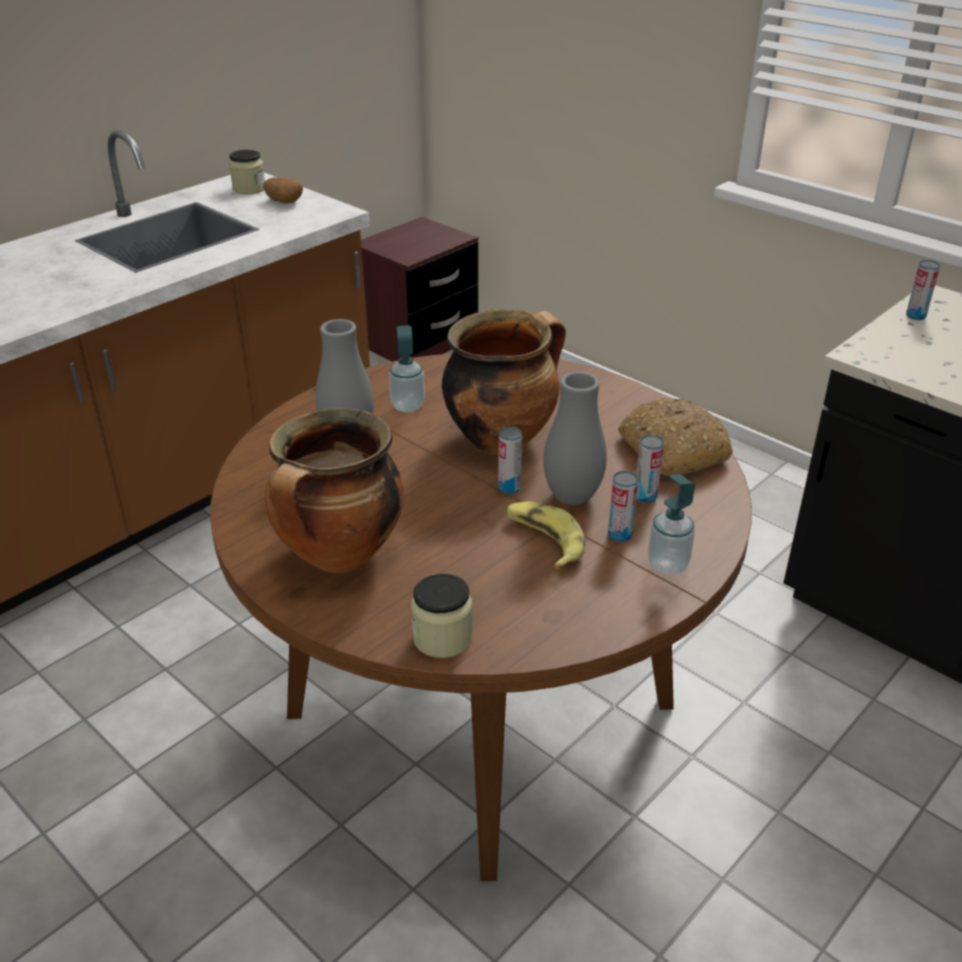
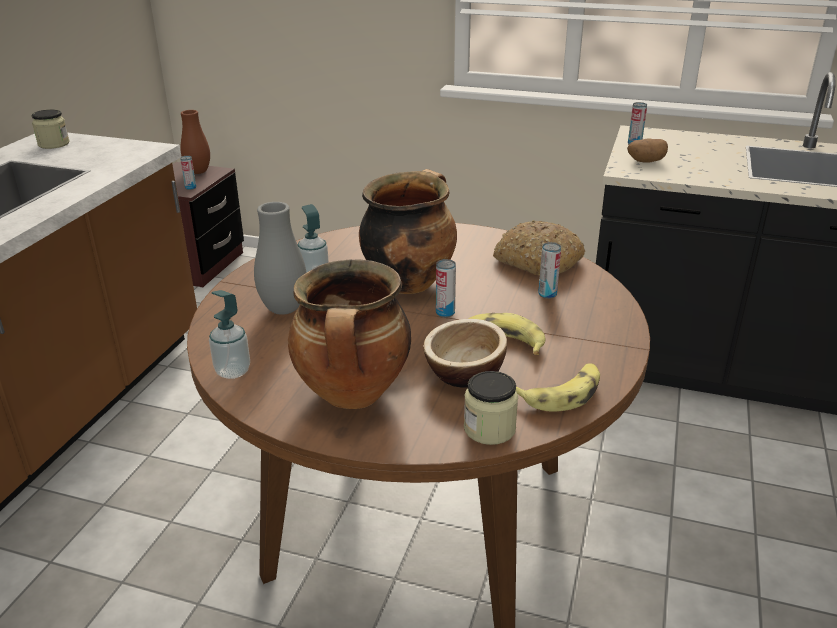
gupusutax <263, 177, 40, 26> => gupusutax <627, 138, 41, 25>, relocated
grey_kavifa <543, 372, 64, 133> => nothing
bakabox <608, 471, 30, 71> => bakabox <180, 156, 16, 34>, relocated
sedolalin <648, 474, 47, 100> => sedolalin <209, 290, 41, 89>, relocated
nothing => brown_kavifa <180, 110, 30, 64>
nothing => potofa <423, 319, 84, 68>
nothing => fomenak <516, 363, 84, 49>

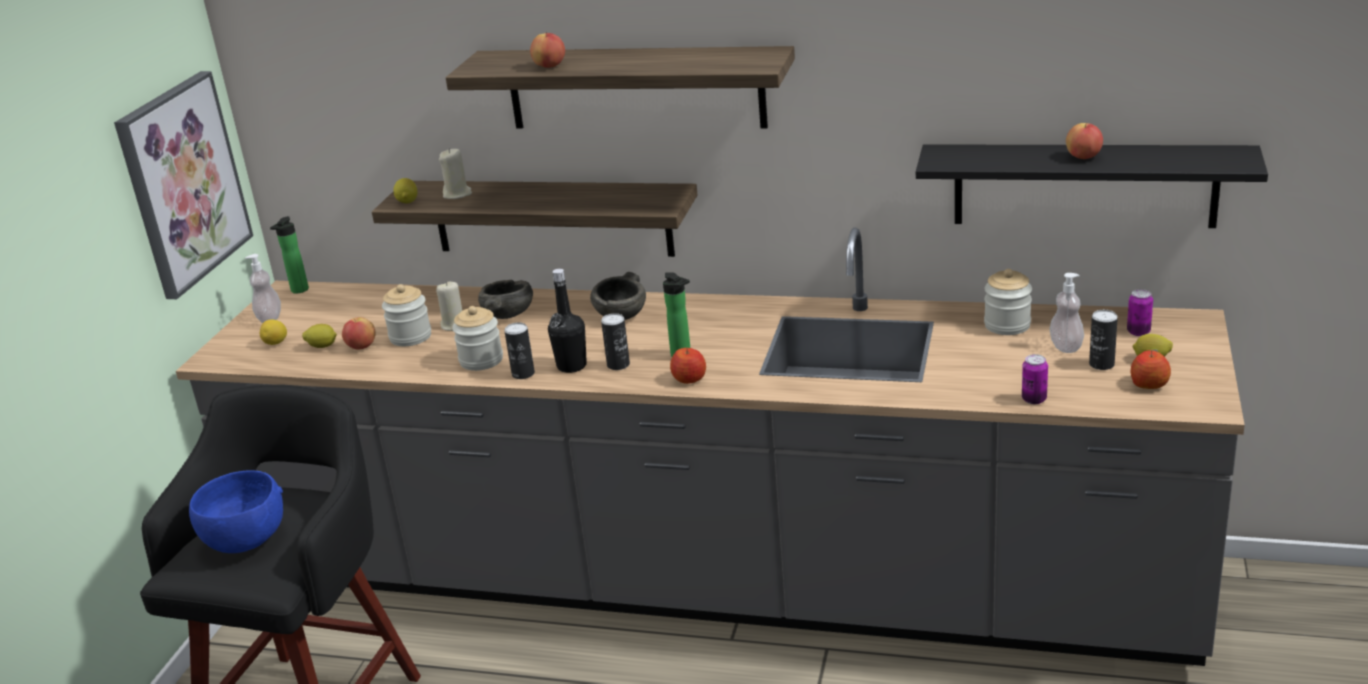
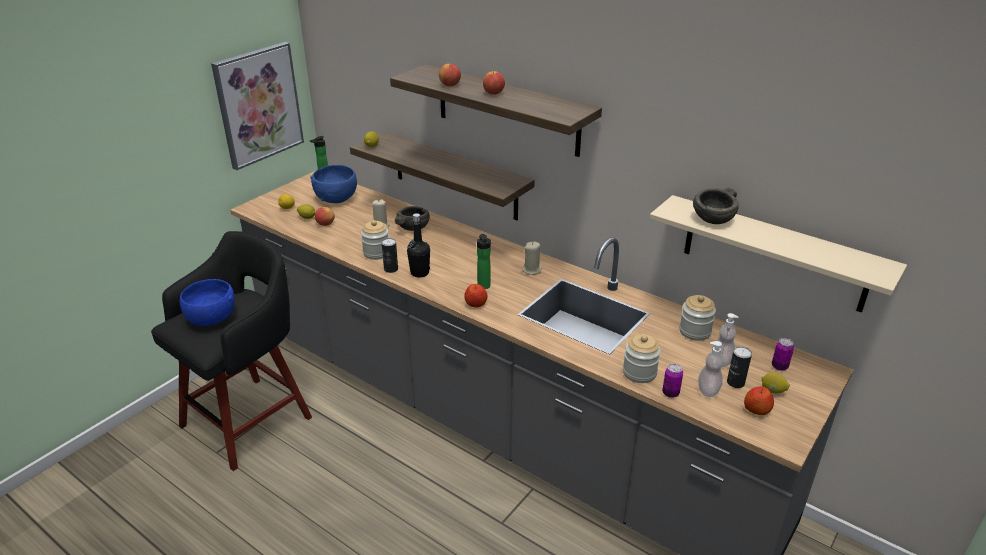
sedolalin <245, 254, 36, 69> => sedolalin <698, 341, 25, 56>, relocated
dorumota <382, 284, 49, 62> => dorumota <623, 334, 38, 49>, relocated
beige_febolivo <439, 148, 33, 51> => beige_febolivo <522, 242, 20, 33>, relocated
grey_potofa <590, 272, 56, 48> => grey_potofa <693, 187, 46, 37>, relocated
bakabox <601, 313, 29, 57> => nothing
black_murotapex <916, 144, 352, 84> => beige_murotapex <649, 195, 258, 118>
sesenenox <1066, 123, 37, 36> => sesenenox <483, 71, 22, 24>, relocated
nothing => blue_potofa <310, 165, 47, 38>

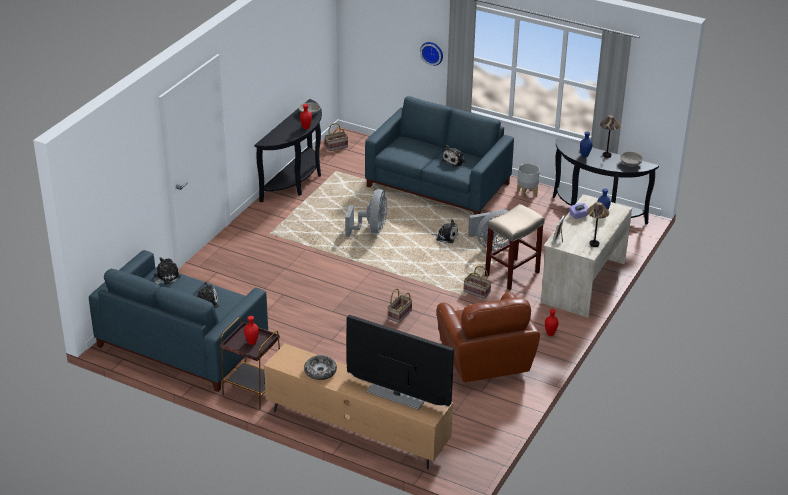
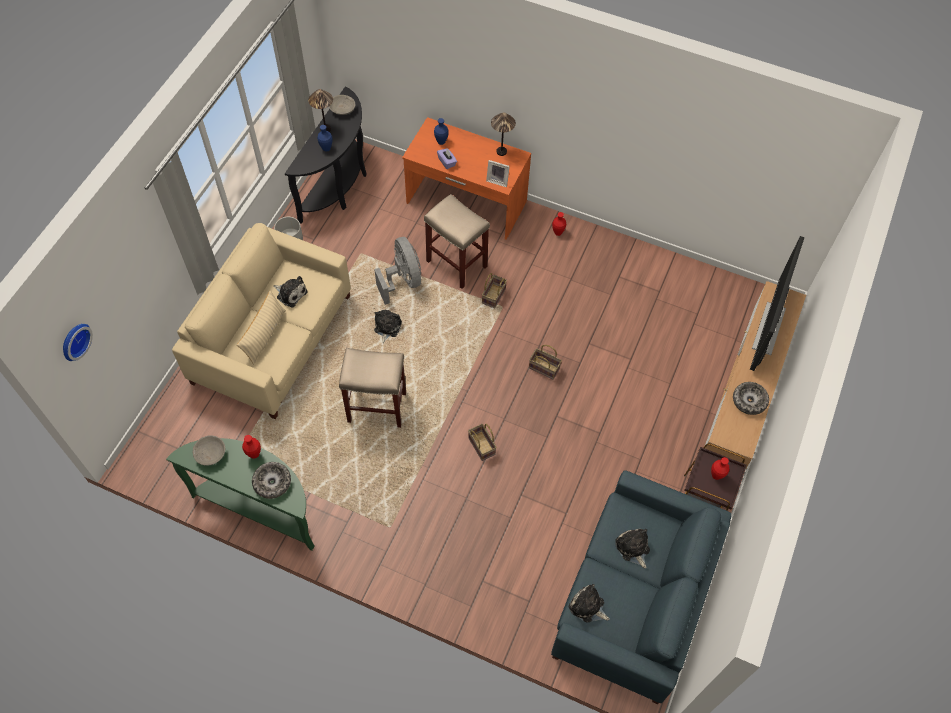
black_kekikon <254, 99, 68, 103> => green_kekikon <166, 438, 148, 113>
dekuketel <324, 123, 24, 28> => dekuketel <468, 424, 29, 37>, relocated
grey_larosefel <345, 189, 42, 48> => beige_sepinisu <339, 348, 67, 80>
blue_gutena <365, 96, 149, 119> => beige_gutena <172, 223, 179, 196>
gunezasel <420, 42, 23, 24> => gunezasel <63, 324, 30, 37>, relocated
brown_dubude <437, 292, 103, 90> => nothing
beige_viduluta <541, 194, 91, 124> => orange_viduluta <402, 117, 129, 123>
nothing => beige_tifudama <237, 290, 49, 75>
nothing => potofa <252, 462, 39, 37>

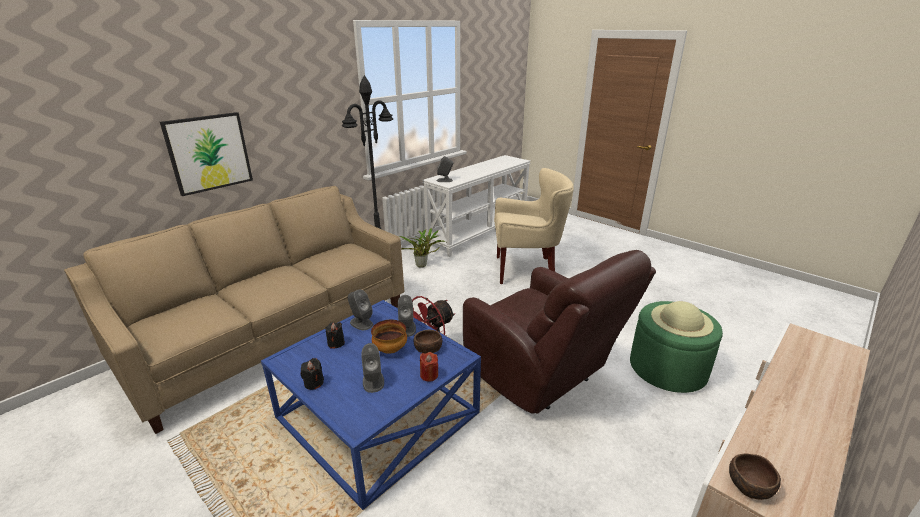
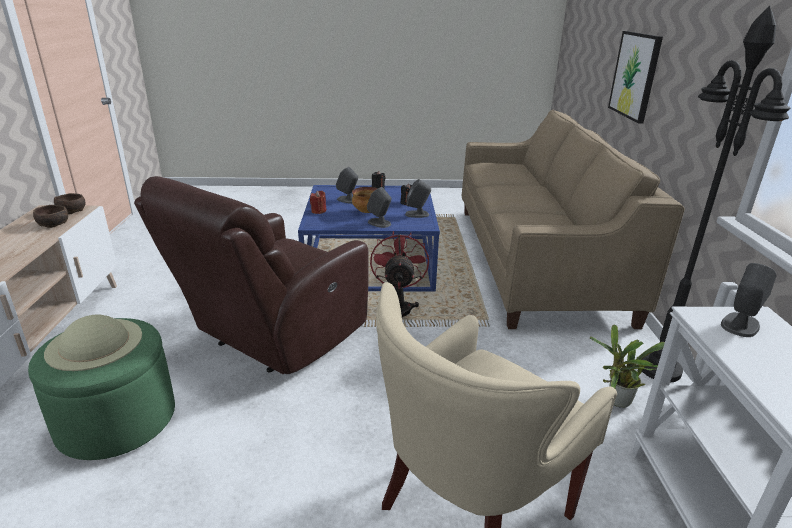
brown_potofa <413, 330, 29, 24> => brown_potofa <33, 205, 35, 23>, relocated
brown_dubude <463, 250, 193, 164> => brown_dubude <134, 176, 235, 198>, 60 degrees counterclockwise

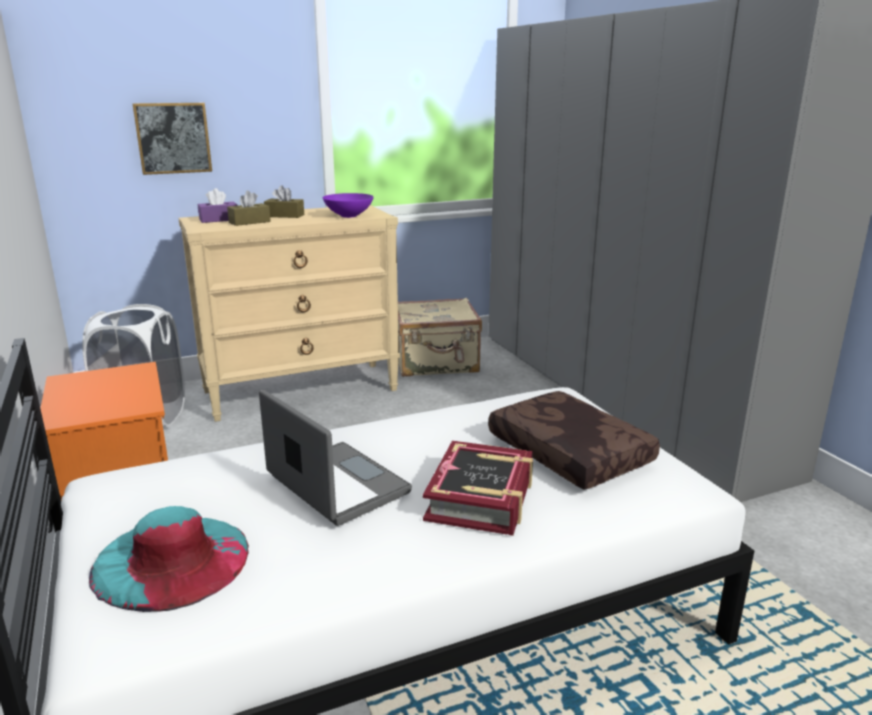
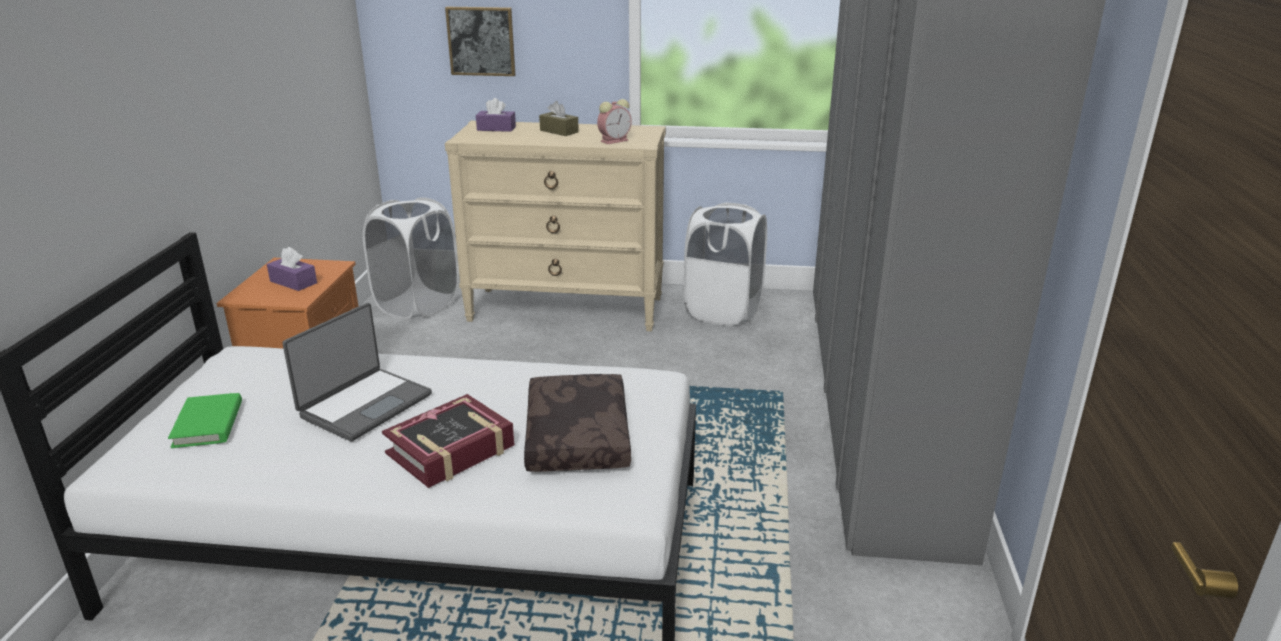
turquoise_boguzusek <89, 506, 160, 106> => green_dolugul <168, 393, 74, 55>
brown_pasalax <227, 191, 44, 35> => nothing
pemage <259, 390, 153, 136> => pemage <282, 303, 150, 139>, 45 degrees clockwise
purple_potofa <323, 193, 51, 25> => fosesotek <597, 99, 35, 45>
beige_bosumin <398, 298, 84, 79> => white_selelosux <684, 202, 83, 124>
nothing => purple_pasalax <267, 247, 50, 44>

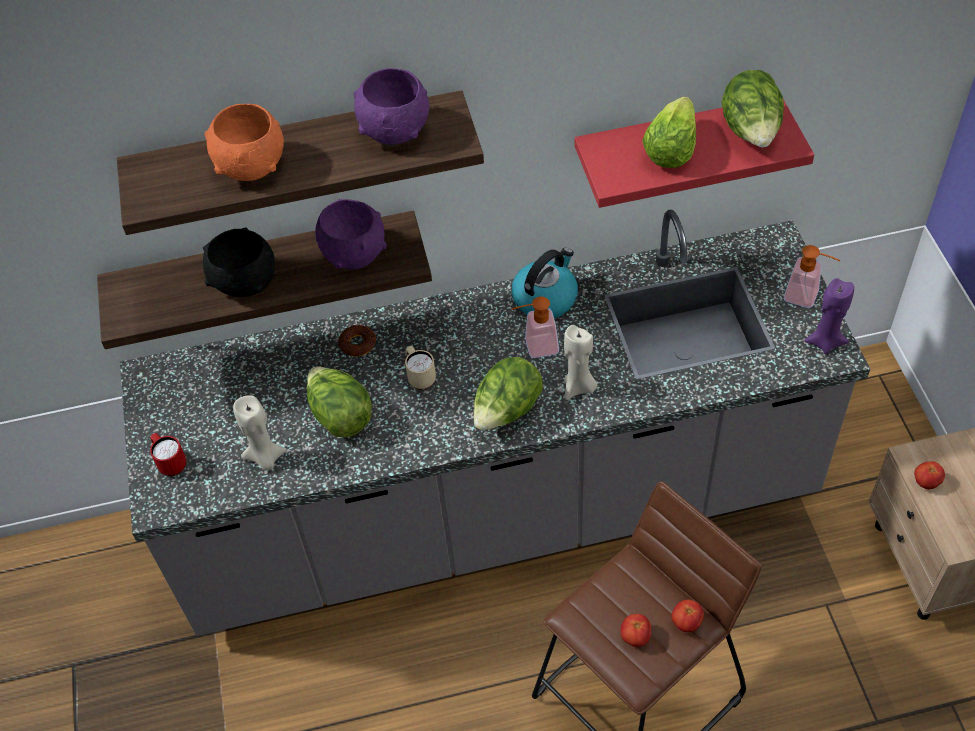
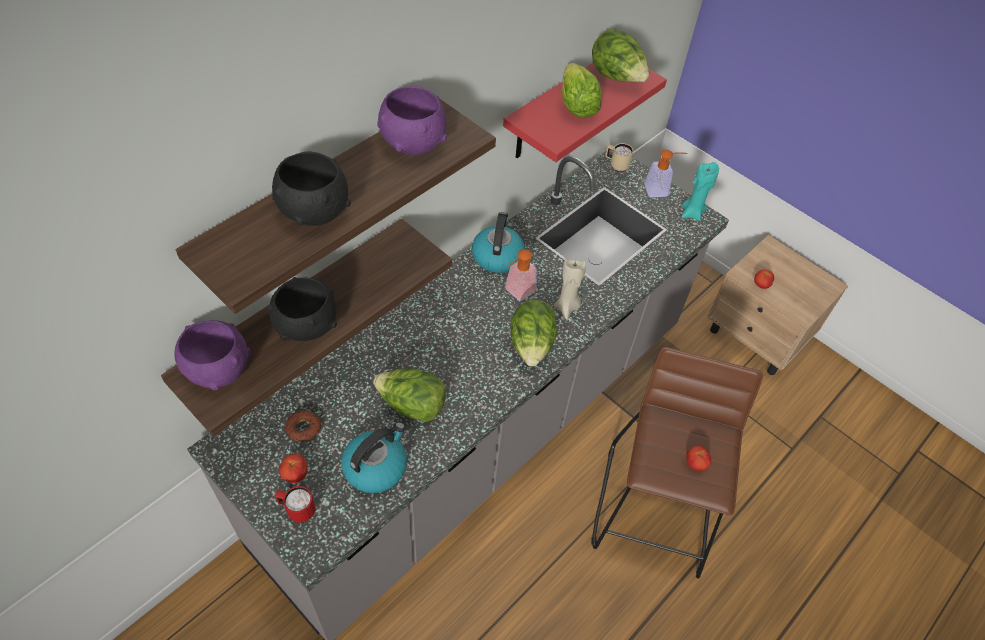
orange_potofa <205, 104, 79, 77> => black_potofa <272, 151, 79, 75>
beige_febolivo <233, 395, 54, 75> => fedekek <341, 422, 66, 71>
purple_potofa <315, 199, 72, 70> => purple_potofa <175, 320, 76, 70>, relocated
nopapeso <338, 325, 38, 31> => nopapeso <285, 410, 36, 32>, relocated
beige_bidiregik <405, 346, 31, 44> => beige_bidiregik <605, 143, 29, 29>, relocated
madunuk <671, 599, 33, 33> => madunuk <279, 454, 28, 29>, relocated
purple_febolivo <804, 278, 50, 76> => turquoise_febolivo <681, 162, 38, 59>

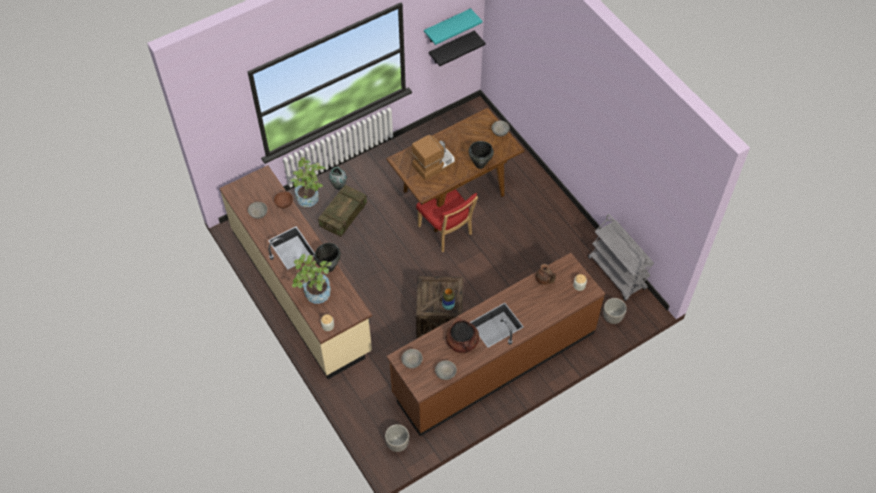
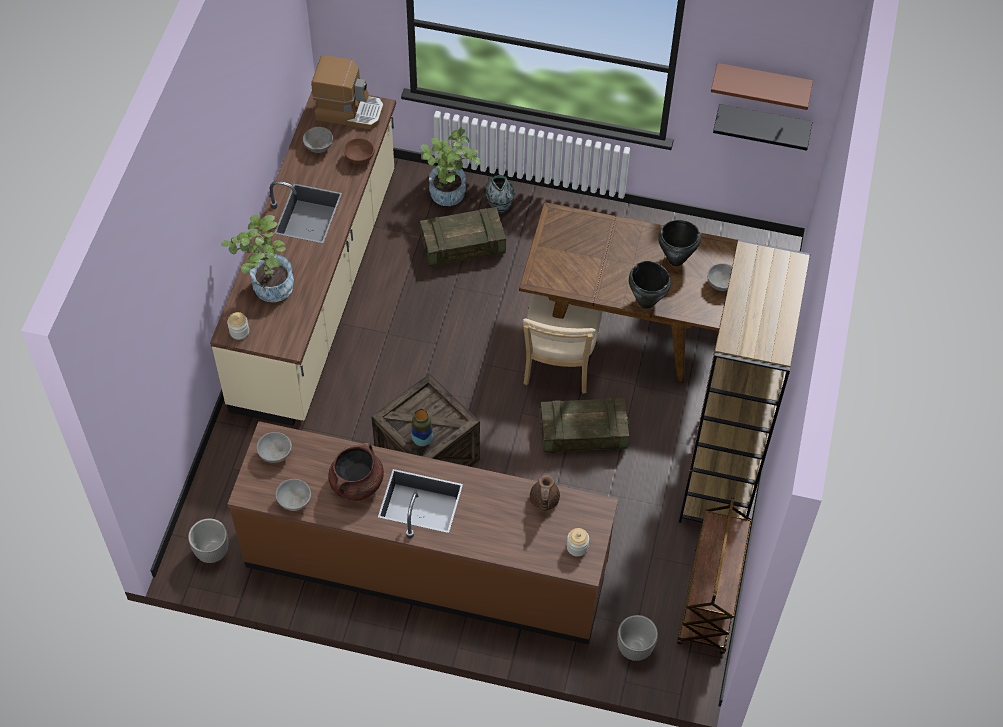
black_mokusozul <314, 243, 27, 29> => black_mokusozul <658, 220, 43, 46>, relocated
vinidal <412, 135, 43, 45> => vinidal <311, 55, 73, 75>, relocated
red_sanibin <416, 189, 62, 63> => beige_sanibin <523, 293, 80, 101>
turquoise_murotapex <424, 8, 59, 37> => brown_murotapex <711, 63, 102, 47>
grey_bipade <588, 214, 66, 87> => brown_bipade <677, 498, 74, 156>
nothing => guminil <540, 398, 89, 55>
nothing => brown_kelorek <679, 239, 131, 284>

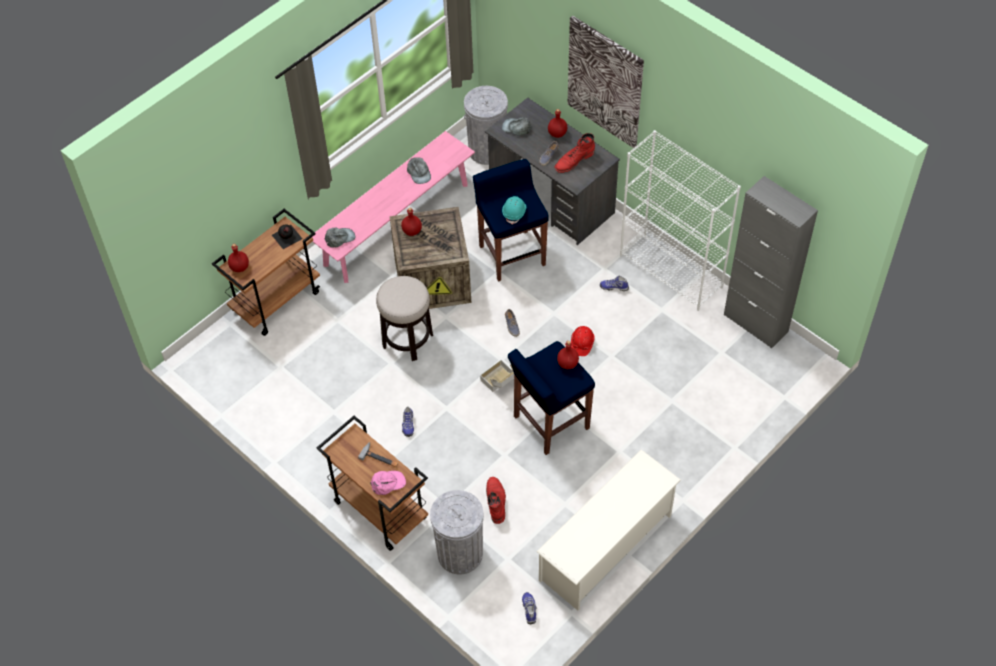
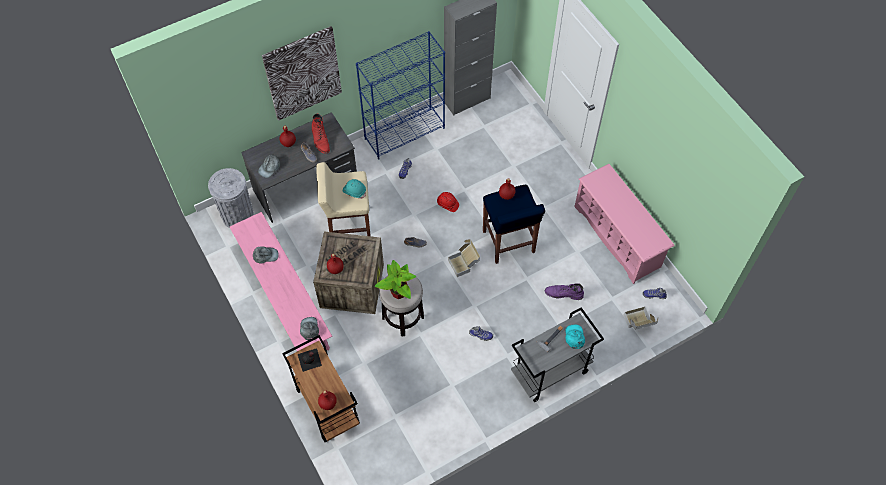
brown_bipade <316, 416, 112, 135> => grey_bipade <511, 307, 93, 95>
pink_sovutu <370, 471, 36, 24> => turquoise_sovutu <565, 325, 20, 24>
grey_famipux <430, 490, 54, 84> => nothing
blue_sepinisu <473, 159, 76, 123> => beige_sepinisu <316, 162, 55, 74>
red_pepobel <486, 477, 20, 47> => purple_pepobel <545, 283, 39, 17>
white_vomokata <536, 449, 145, 162> => pink_vomokata <574, 164, 101, 120>
white_kelorek <620, 130, 121, 181> => blue_kelorek <356, 31, 89, 129>
nothing => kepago <375, 260, 41, 39>
nothing => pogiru <623, 307, 35, 22>

